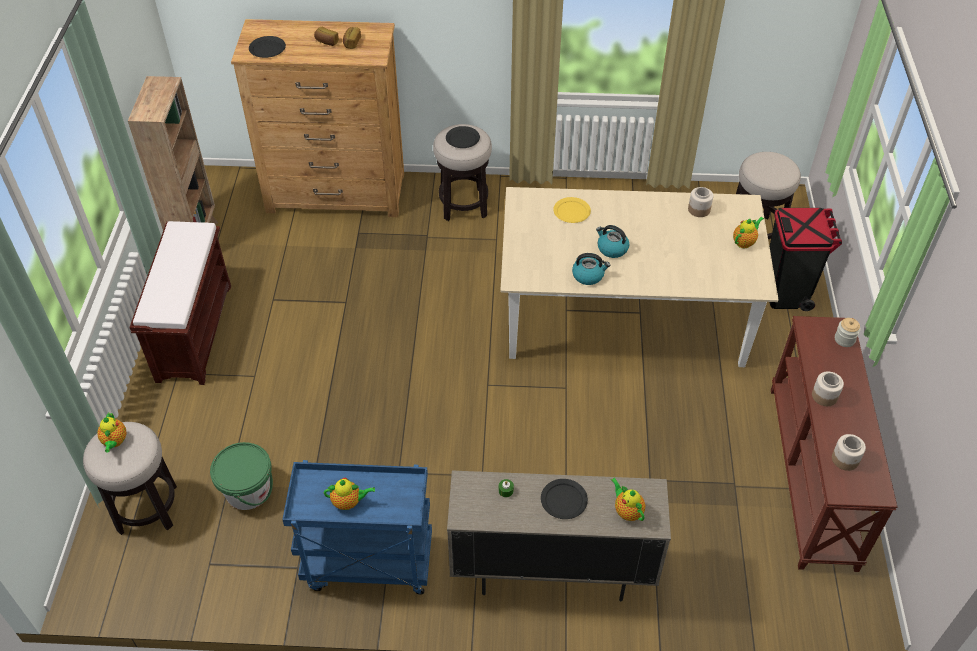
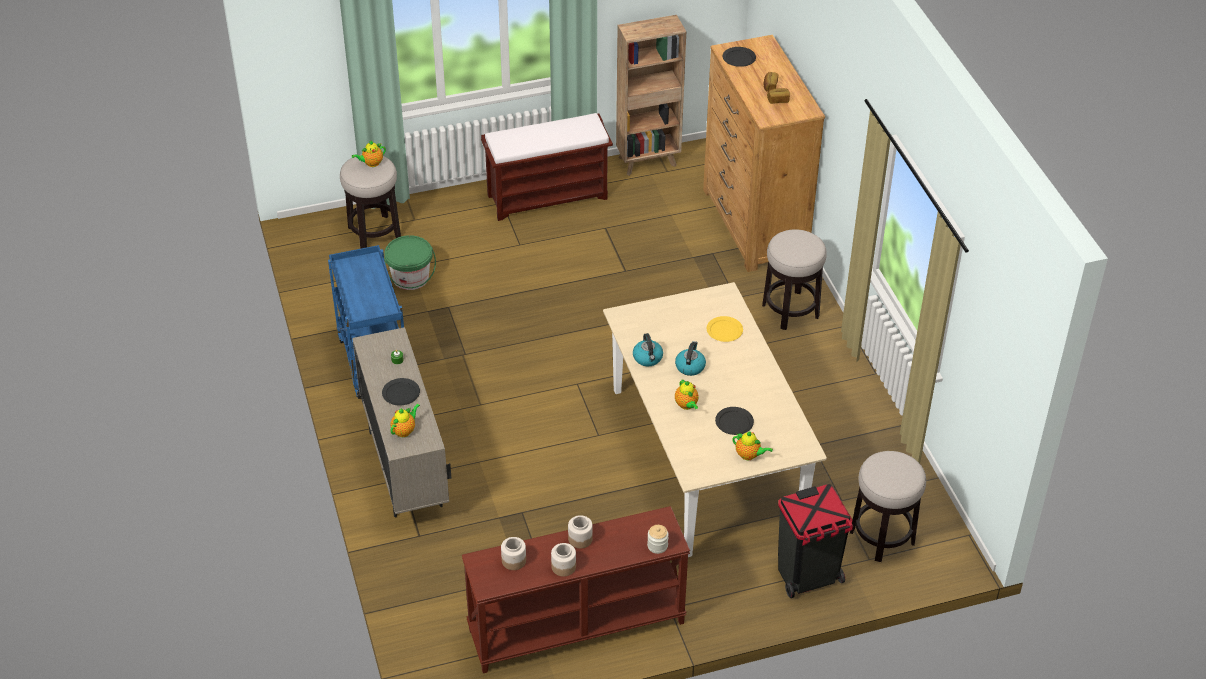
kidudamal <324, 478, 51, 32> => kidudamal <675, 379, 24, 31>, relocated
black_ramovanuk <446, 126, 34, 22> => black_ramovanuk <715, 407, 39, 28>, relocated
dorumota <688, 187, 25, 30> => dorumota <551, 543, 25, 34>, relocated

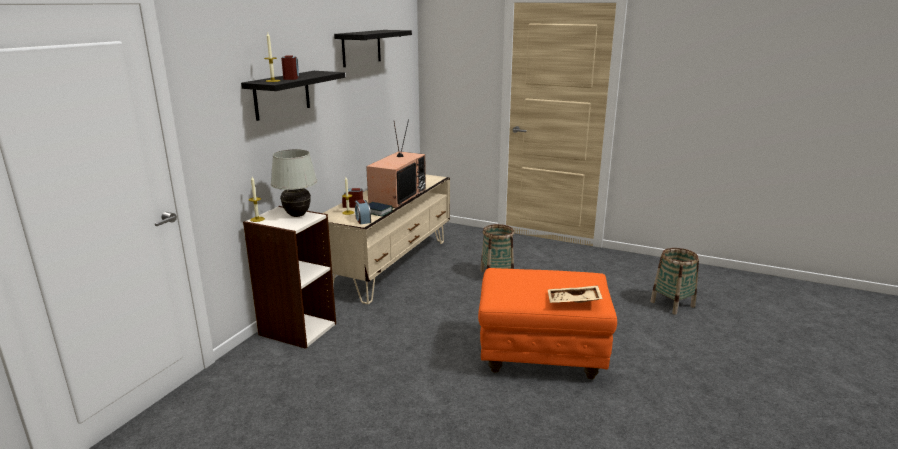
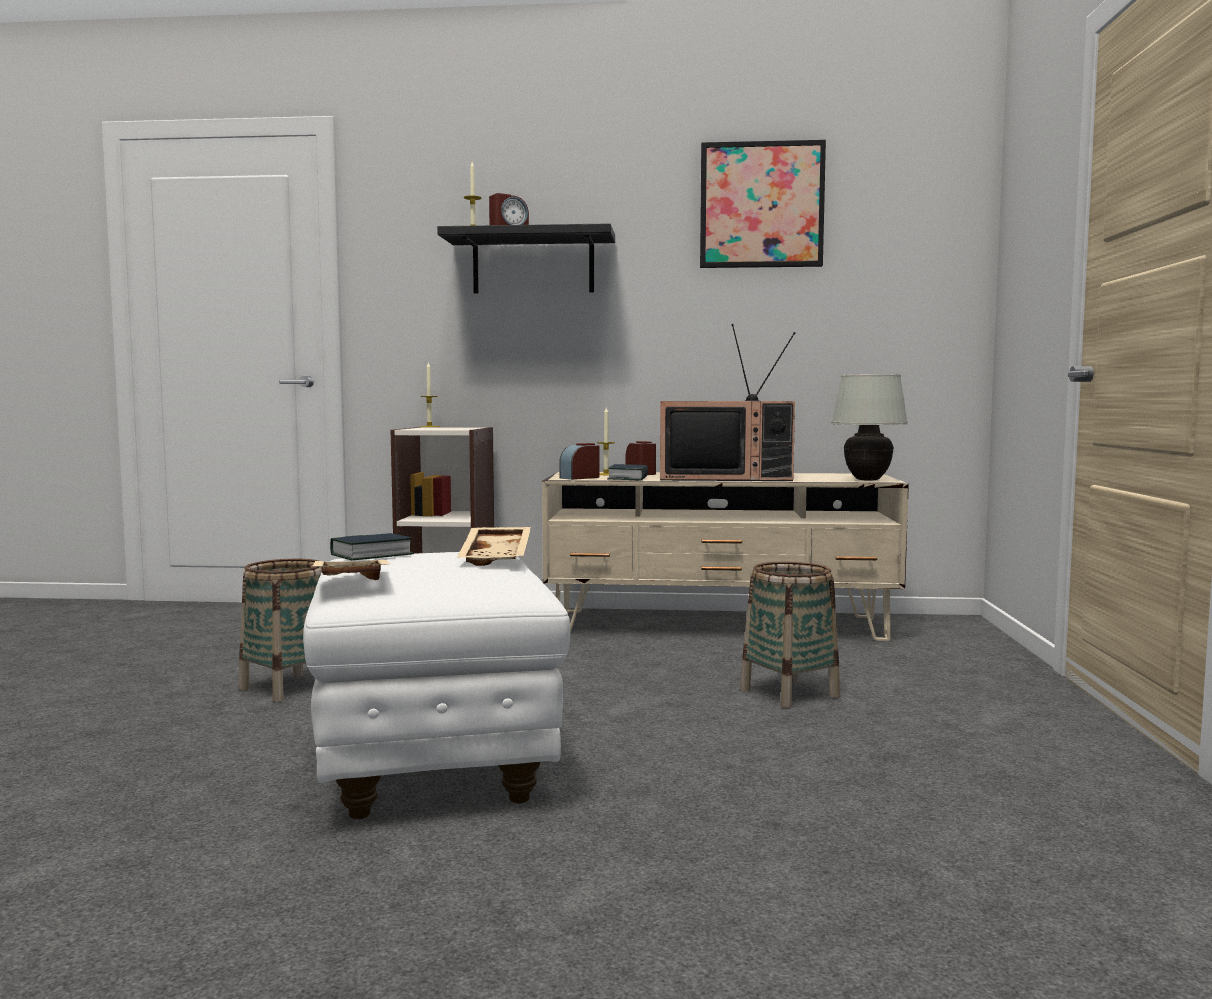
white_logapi <271, 149, 46, 68> => white_logapi <831, 374, 77, 107>, relocated
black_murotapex <334, 30, 78, 37> => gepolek <700, 140, 126, 128>
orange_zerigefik <478, 268, 139, 111> => white_zerigefik <303, 552, 267, 267>
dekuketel <650, 248, 49, 67> => dekuketel <239, 559, 83, 143>, relocated
nothing => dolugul <330, 533, 84, 27>
nothing => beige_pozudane <457, 527, 74, 39>

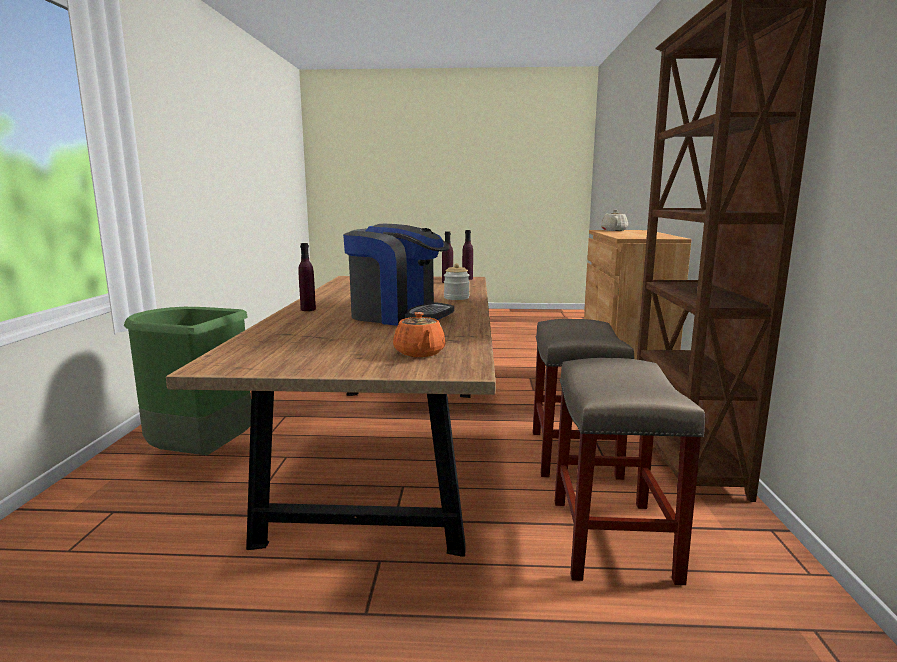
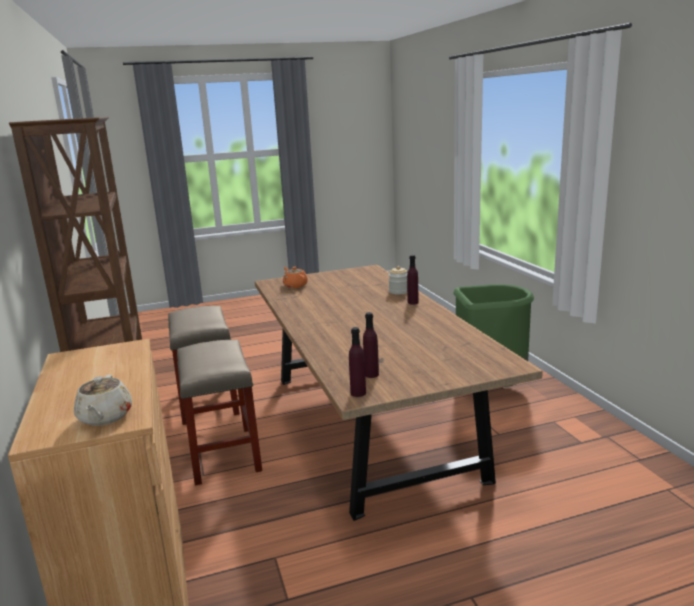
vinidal <343, 224, 111, 102> => nothing
dorumota <444, 263, 26, 37> => dorumota <389, 266, 18, 29>, relocated

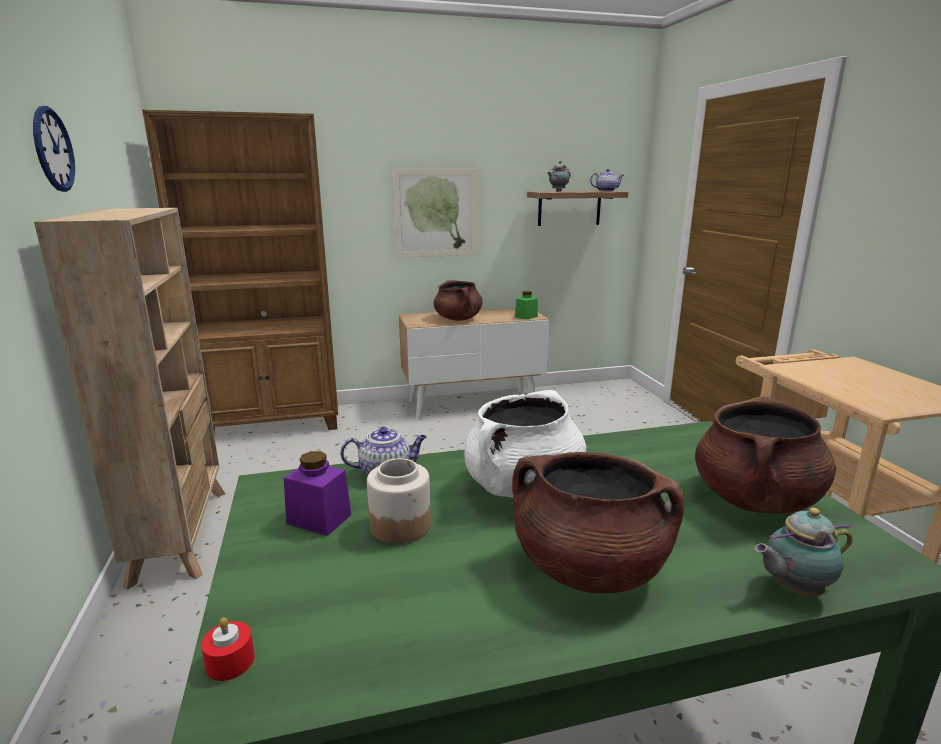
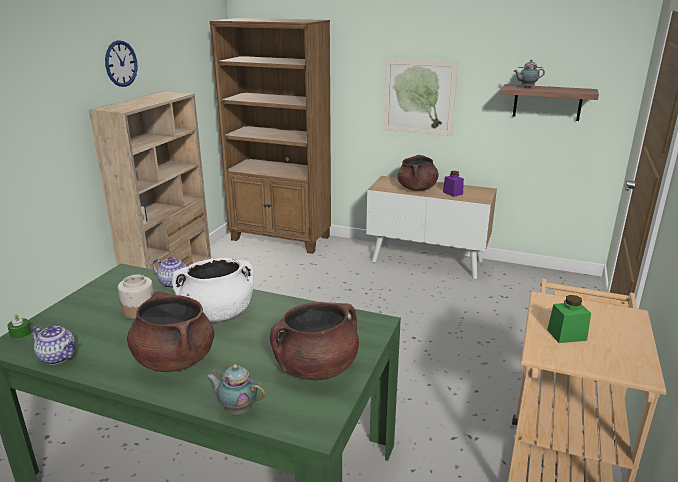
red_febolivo <201, 617, 53, 64> => green_febolivo <7, 315, 24, 24>
purple_dorumota <284, 451, 67, 85> => purple_dorumota <443, 171, 21, 26>, relocated
green_dorumota <515, 291, 23, 29> => green_dorumota <547, 295, 44, 48>, relocated
kidudamal <590, 169, 34, 22> => kidudamal <31, 326, 44, 39>, relocated

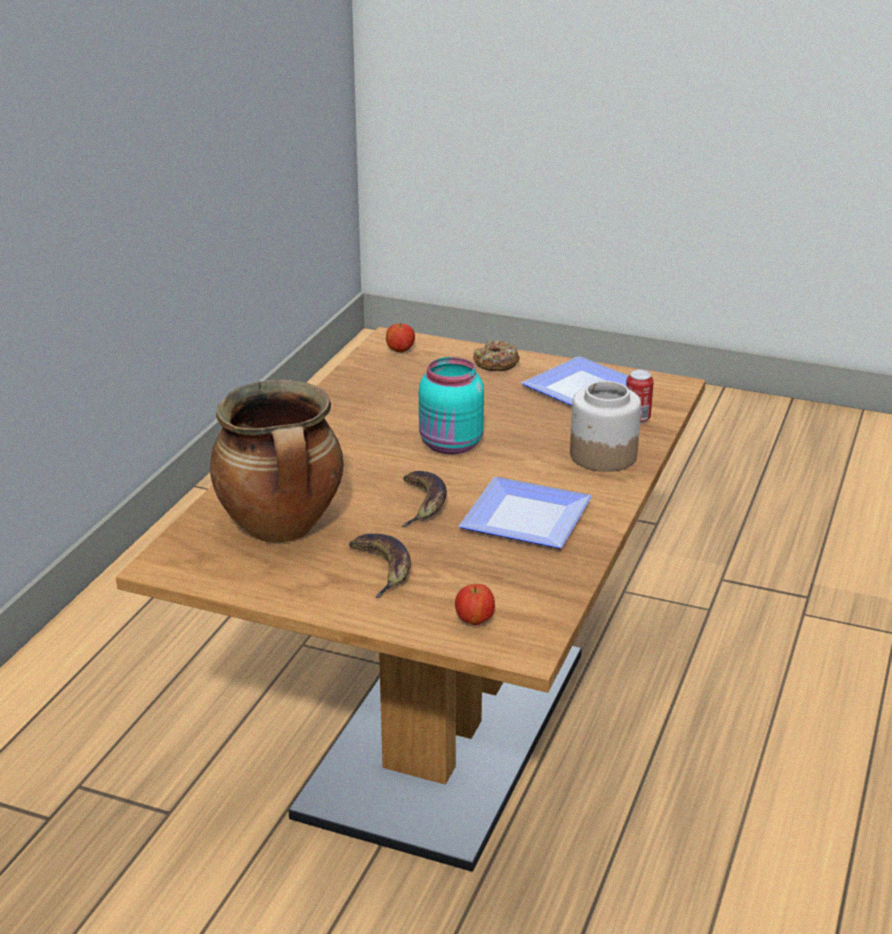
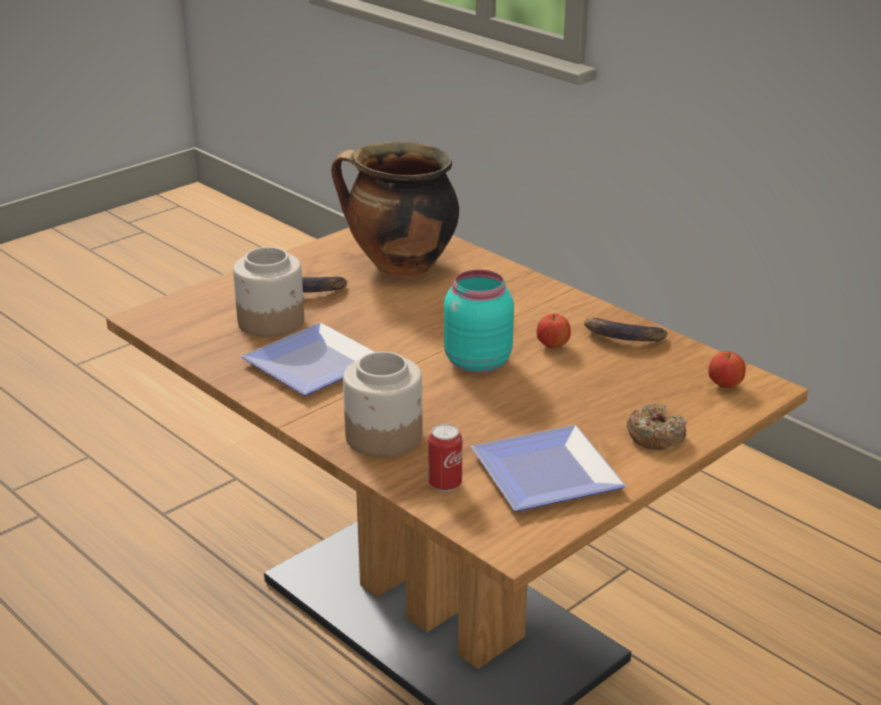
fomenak <402, 471, 45, 56> => fomenak <584, 318, 84, 23>, relocated
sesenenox <455, 584, 40, 41> => sesenenox <537, 314, 34, 34>, relocated
nothing => dorumota <233, 247, 71, 90>

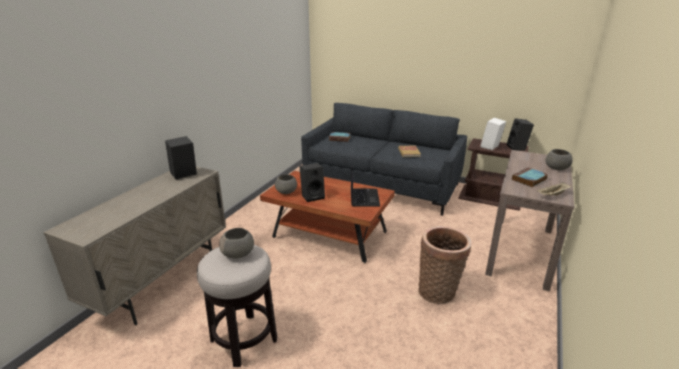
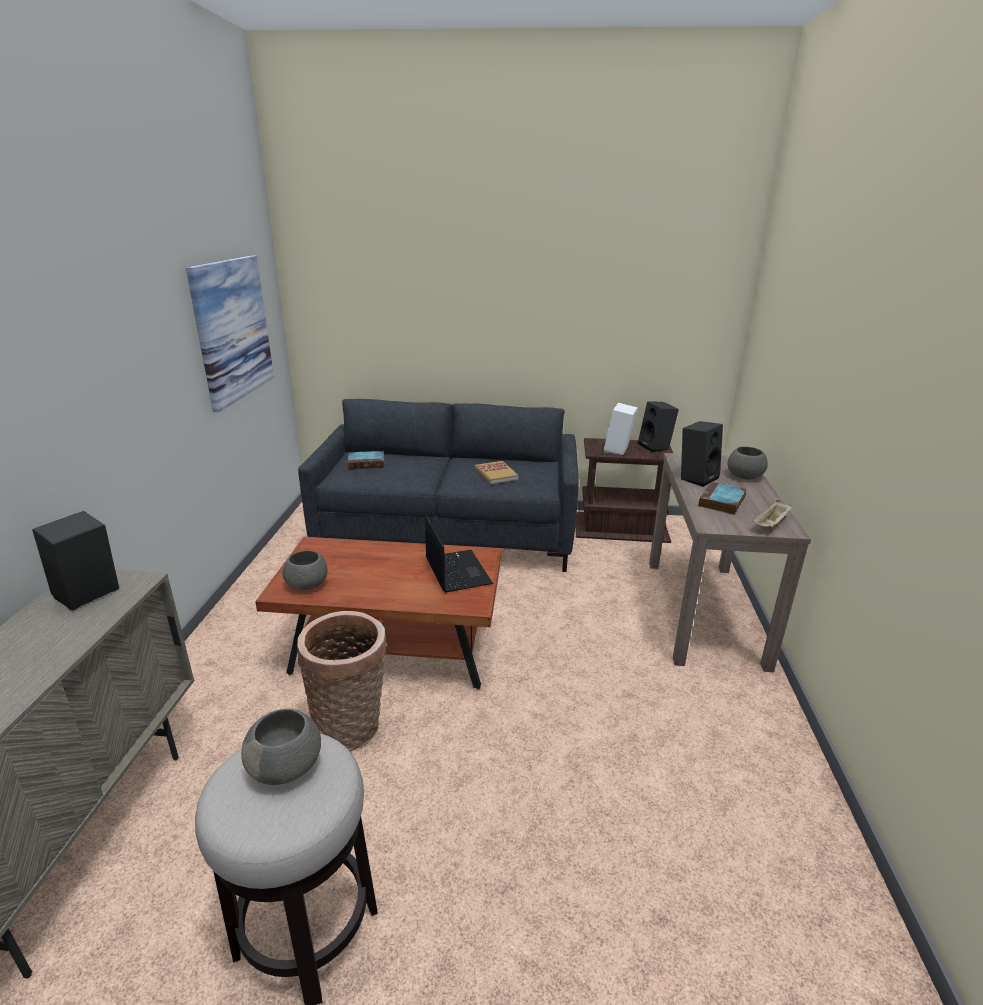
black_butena <300, 163, 25, 39> => black_butena <681, 421, 42, 66>, relocated
dekuketel <418, 226, 53, 78> => dekuketel <297, 611, 90, 140>, relocated
nothing => gepolek <186, 255, 88, 157>

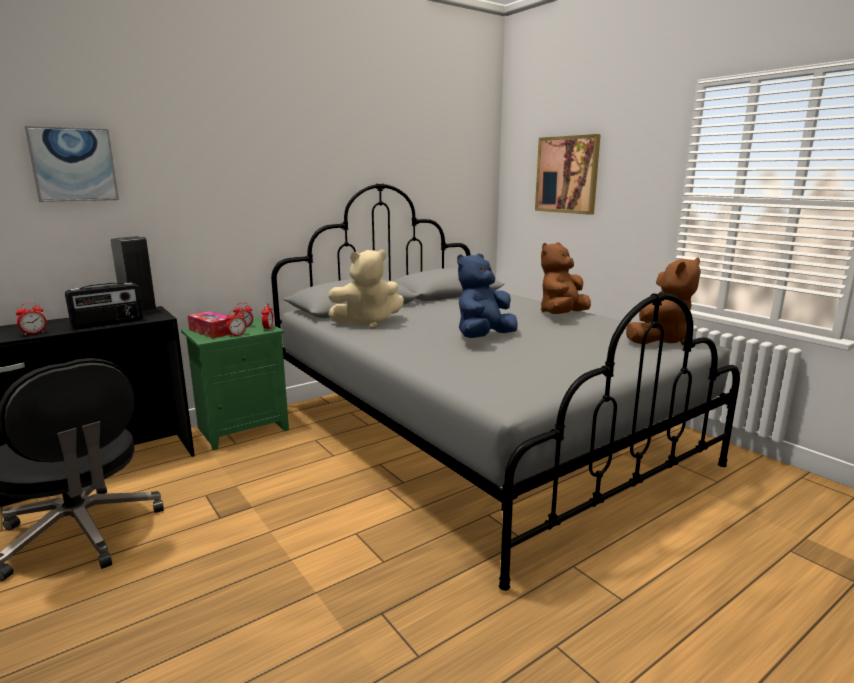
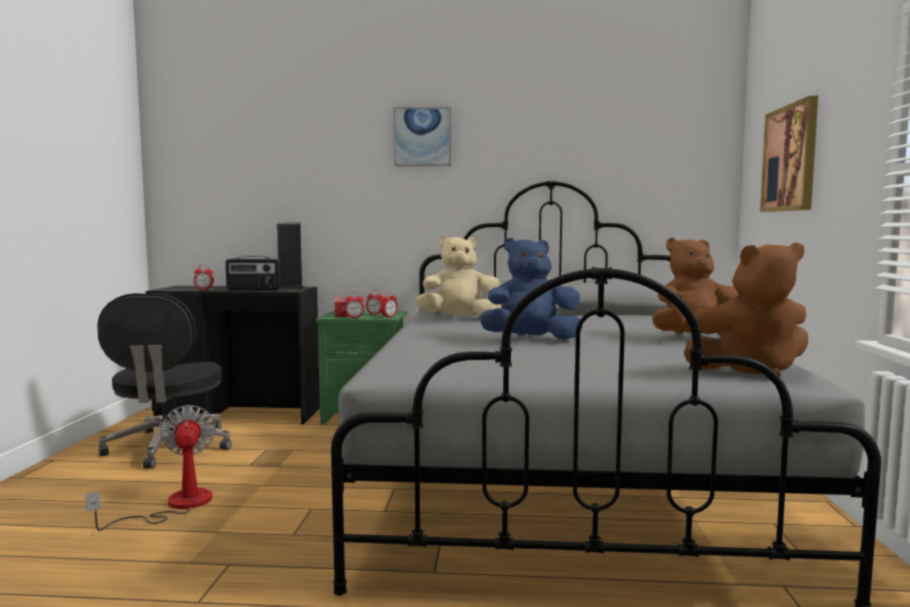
gepolek <25, 126, 94, 76> => gepolek <394, 107, 57, 59>, relocated
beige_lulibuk <328, 249, 76, 80> => beige_lulibuk <415, 236, 87, 80>, 150 degrees clockwise
nothing => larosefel <85, 405, 131, 126>

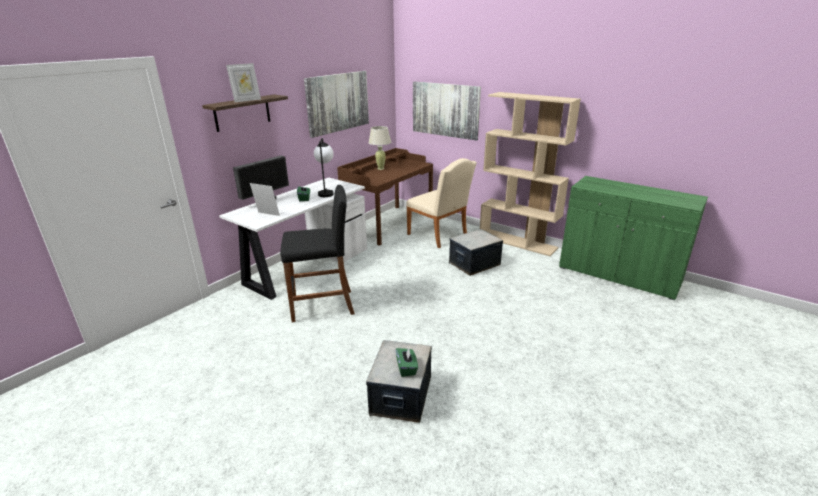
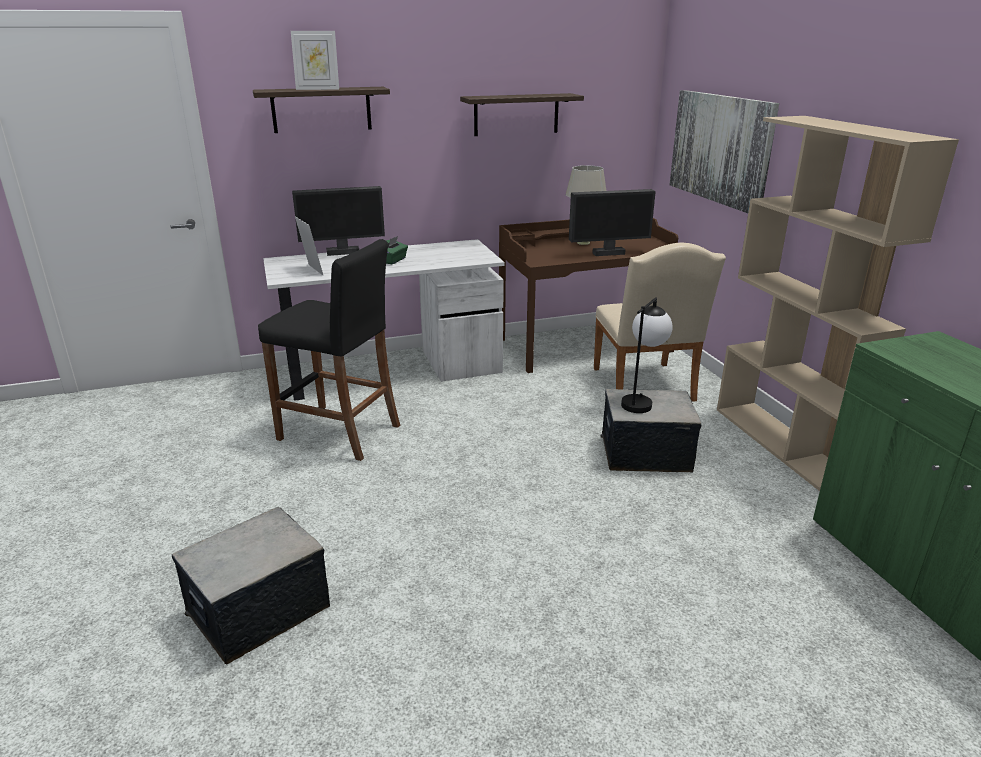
gepolek <304, 71, 65, 67> => murotapex <460, 93, 124, 43>
logapi <314, 138, 20, 59> => logapi <621, 298, 52, 115>, relocated
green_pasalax <396, 348, 22, 29> => nothing
nothing => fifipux <569, 189, 87, 67>

